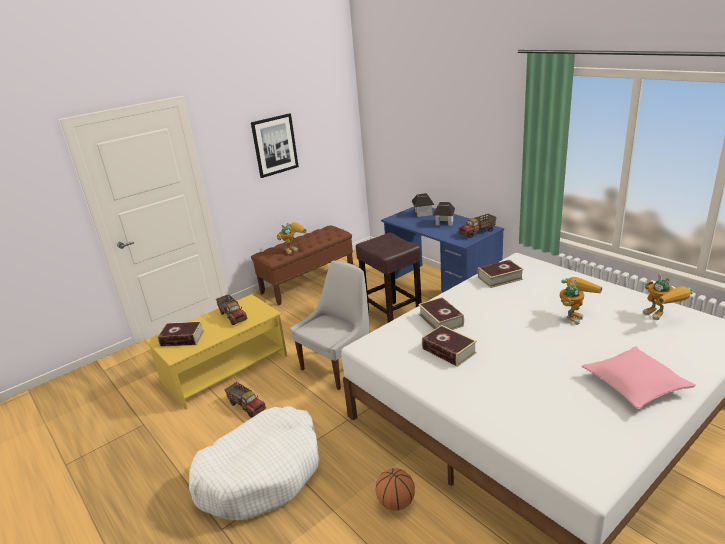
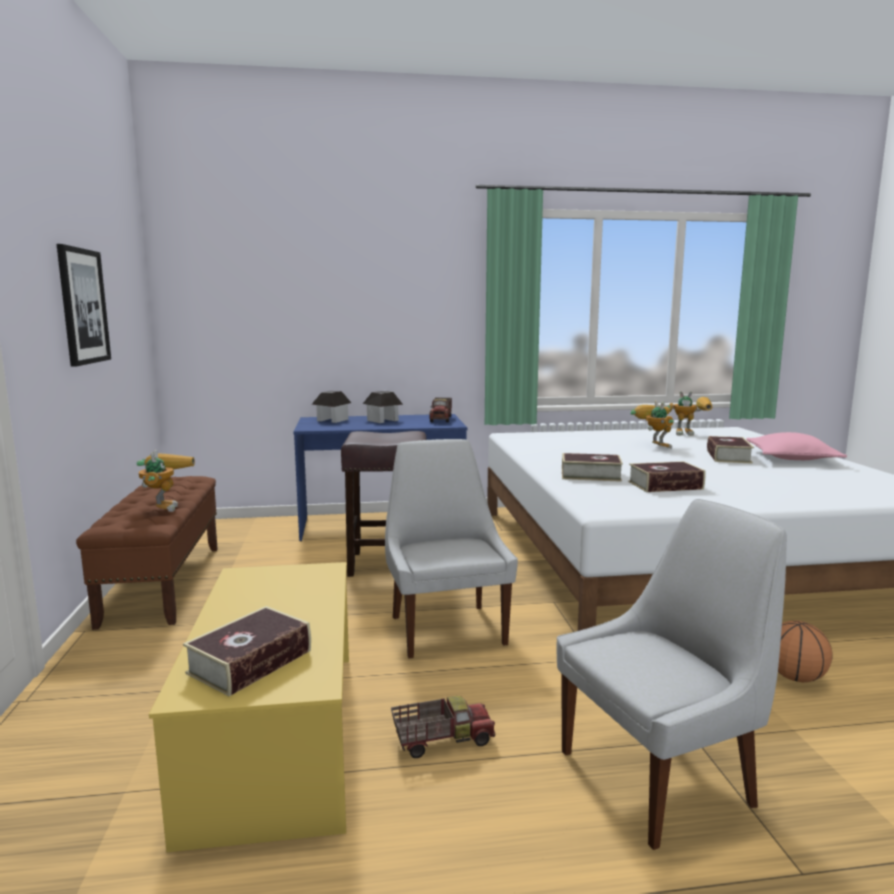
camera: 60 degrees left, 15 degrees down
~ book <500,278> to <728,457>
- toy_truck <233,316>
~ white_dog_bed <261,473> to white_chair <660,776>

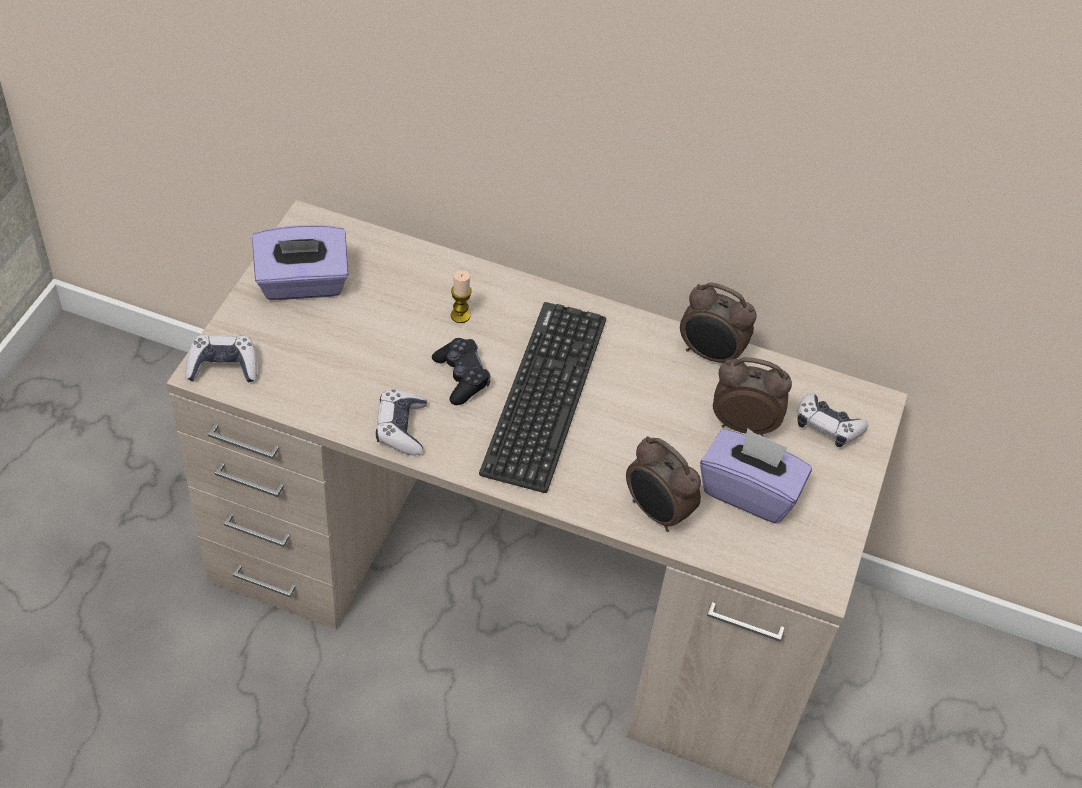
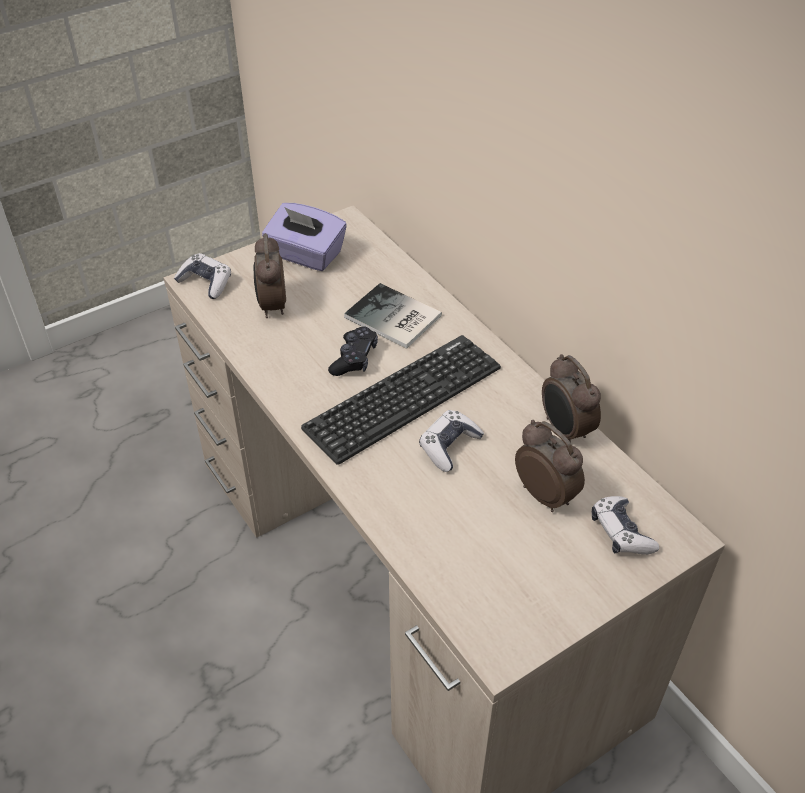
camera: 40 degrees right, 5 degrees down
~ candle <460,315> to book <393,319>
~ game_controller <401,428> to <449,446>
- purple_tissue_box <749,491>
~ alarm_clock <656,513> to <272,306>

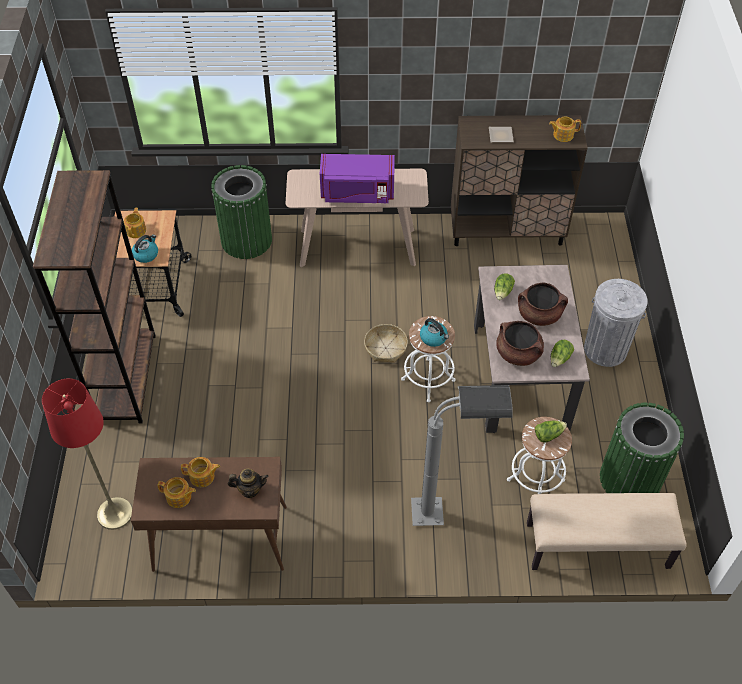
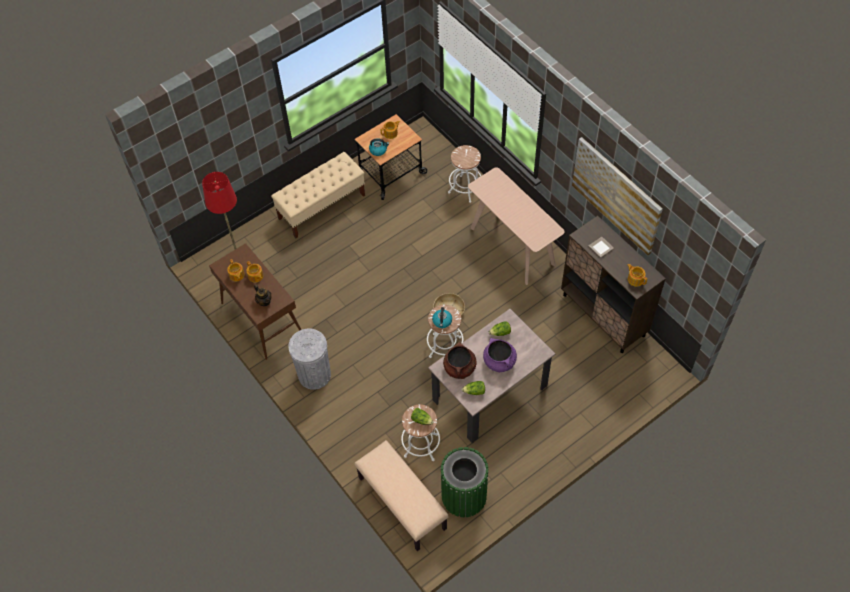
camera: 55 degrees right, 5 degrees up
- purple_microwave <357,193>
~ green_trash_can <246,240> to white_stool <465,189>
~ brown_bookcase <127,378> to beige_bench <322,206>
~ grey_trash_can <605,349> to <314,375>
~ brown_cooking_pot <539,315> to purple_cooking_pot <499,361>
- grey_floor_lamp <449,511>
+ picture <616,195>

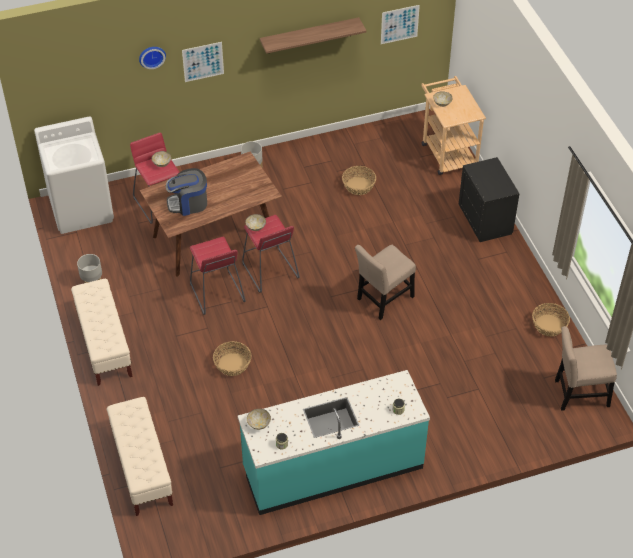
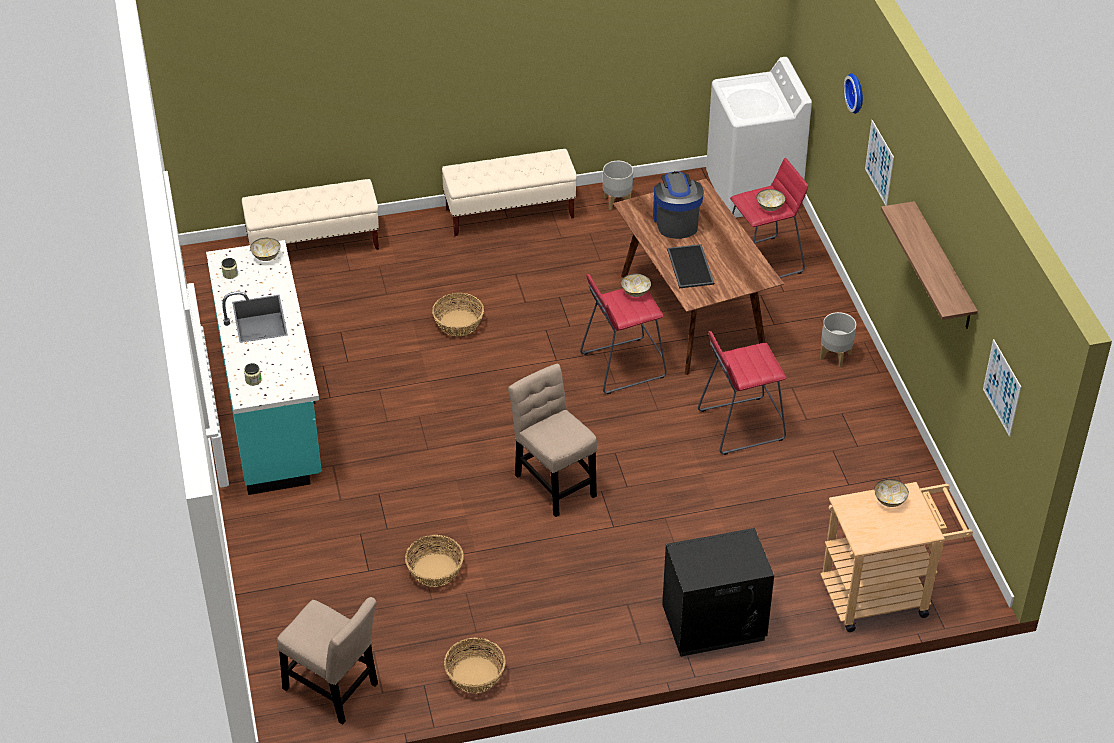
camera: 95 degrees right, 5 degrees down
~ basket <358,186> to <435,570>
~ red_stool <217,293> to <740,425>
~ beige_chair <578,394> = <334,689> 120 degrees clockwise
+ tray <691,267>

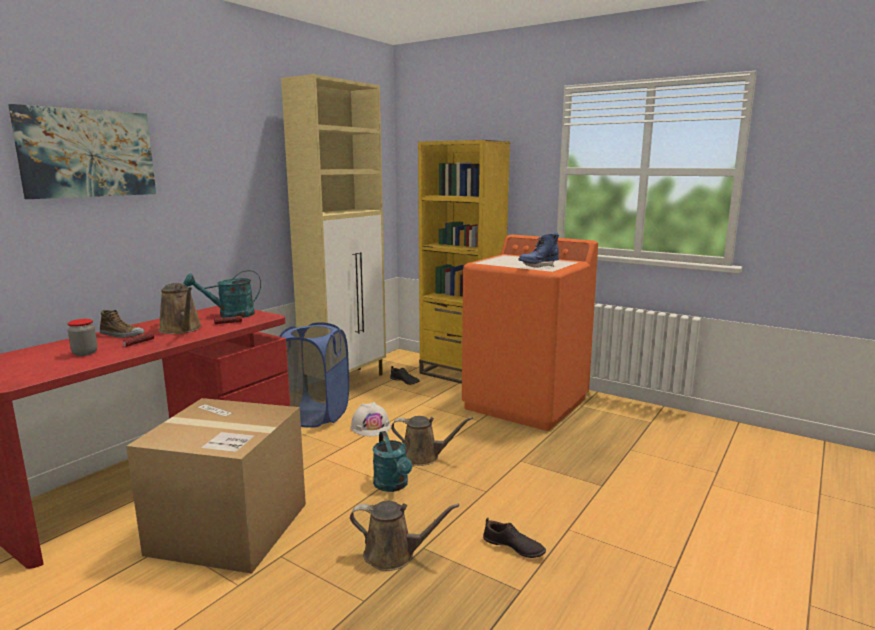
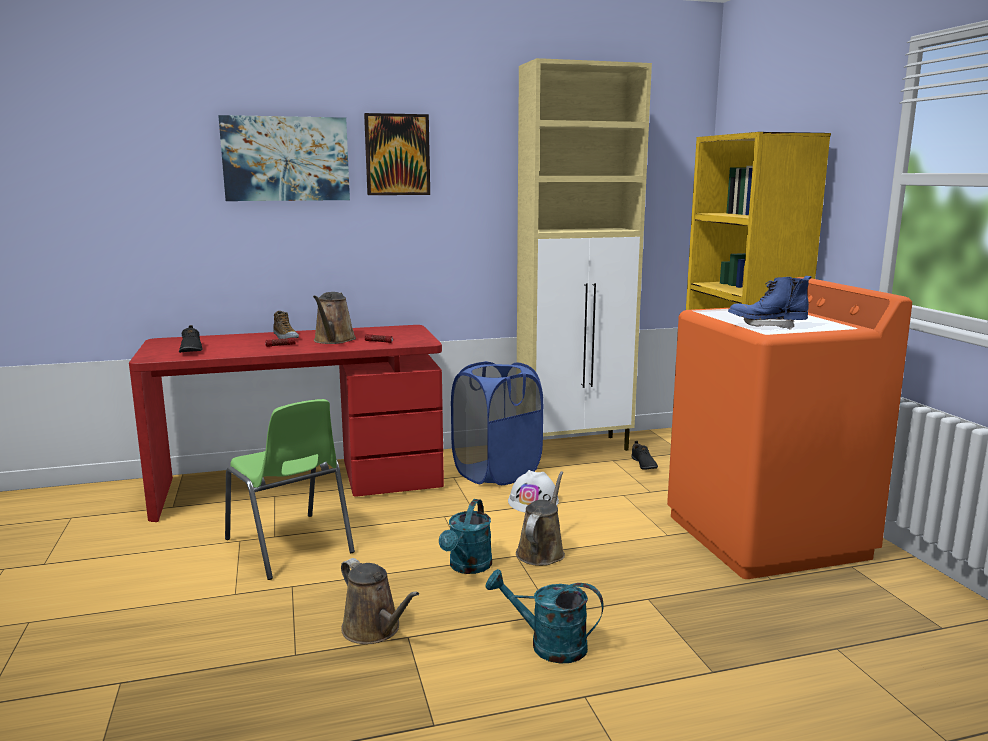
camera: 40 degrees right, 0 degrees up
~ turquoise_watering_can <230,315> to <548,645>
- jar <85,353>
~ cardboard_box <229,528> to green_chair <290,546>
~ brown_watering_can <424,457> = <542,551> 120 degrees counterclockwise
~ black_shoe <513,547> to <190,350>
+ picture <397,155>

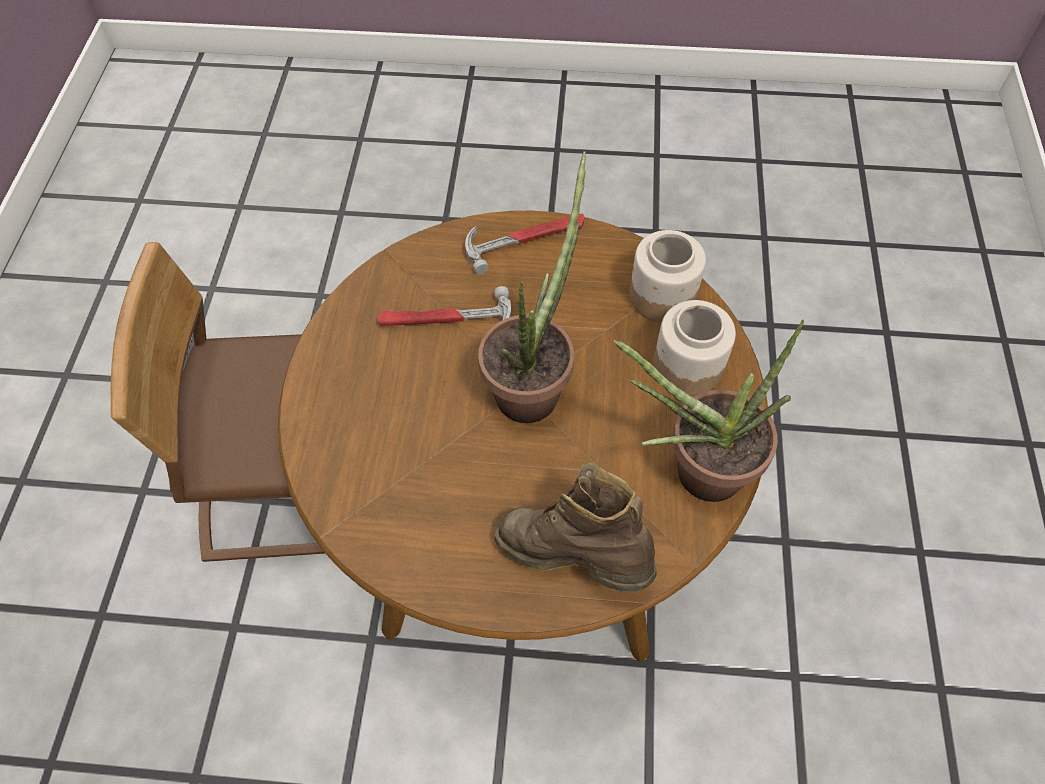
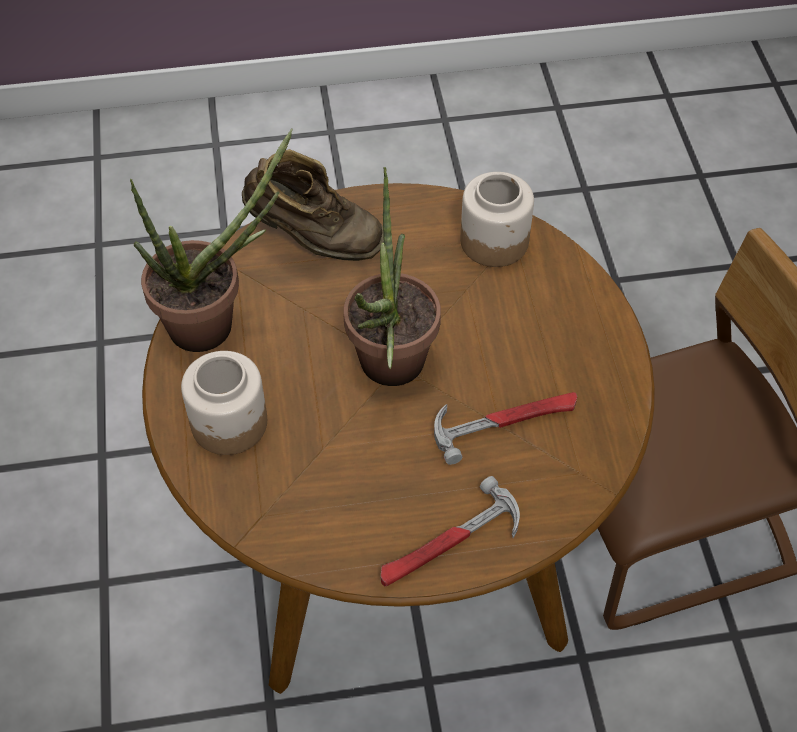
camera: 165 degrees right, 5 degrees down
~ jar <661,297> to <494,241>

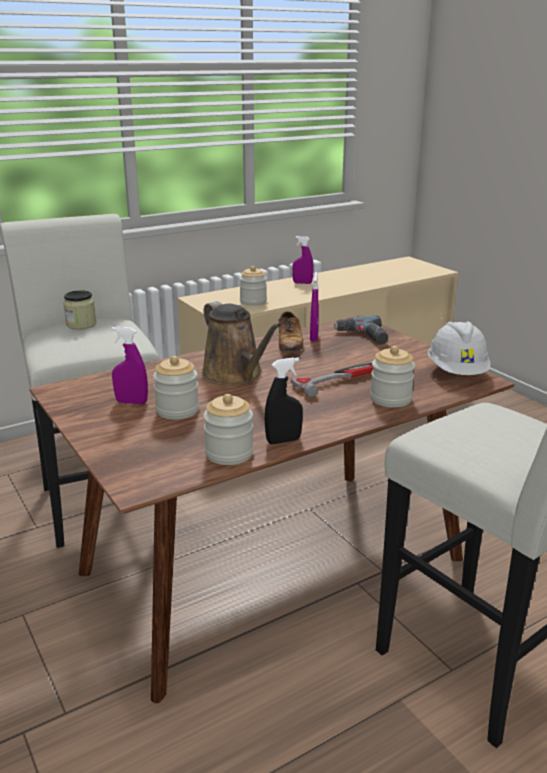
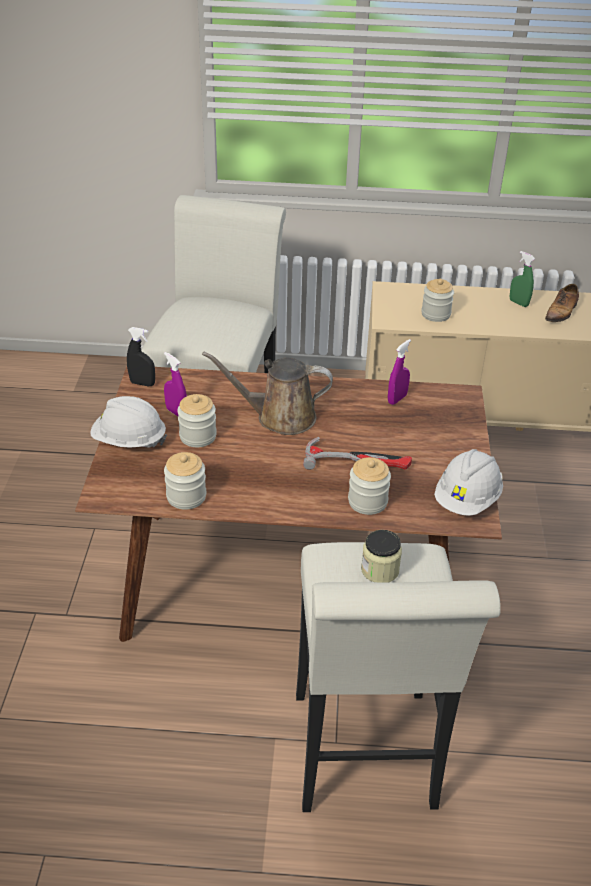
camera: 35 degrees right, 15 degrees up
~ purple_spray_bottle <302,283> to green_spray_bottle <518,303>
~ jar <81,324> to <380,570>
~ brown_watering_can <235,375> = <280,417> 90 degrees clockwise
~ shoe <289,344> to <561,312>
- power_drill <363,336>
~ black_spray_bottle <283,441> to <142,383>
+ white_hard_hat <129,441>

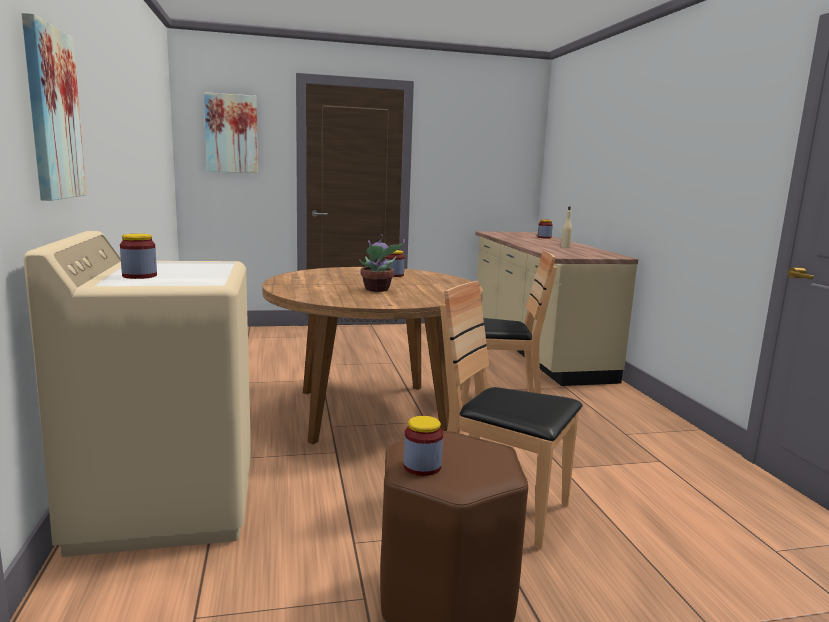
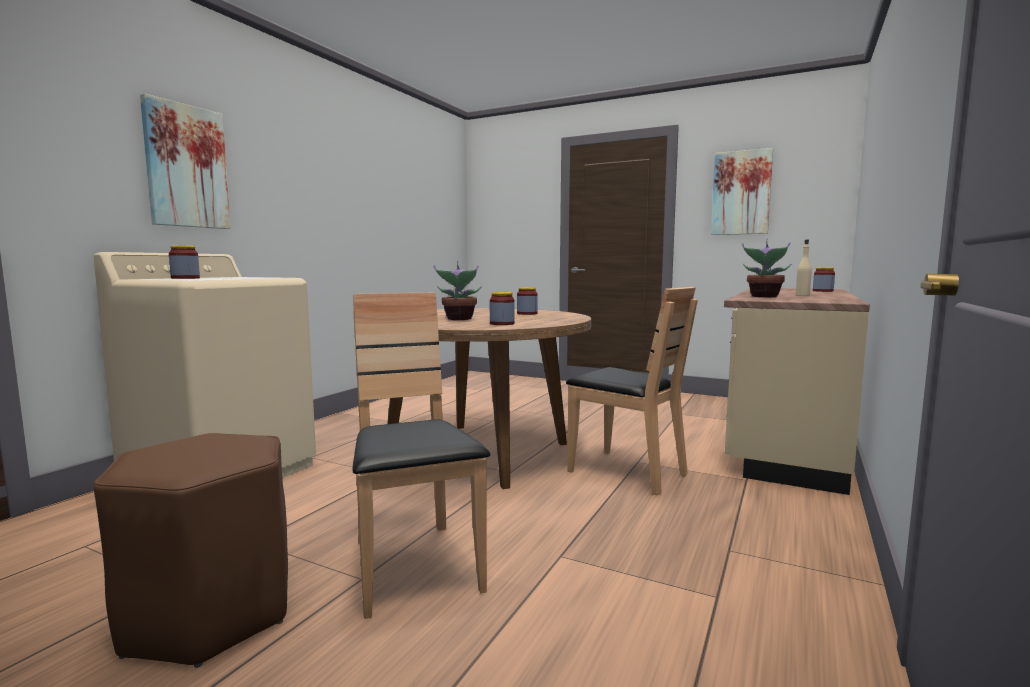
camera: 40 degrees right, 5 degrees down
~ picture <231,133> to <741,193>
~ jar <422,467> to <502,324>
+ potted_plant <763,296>

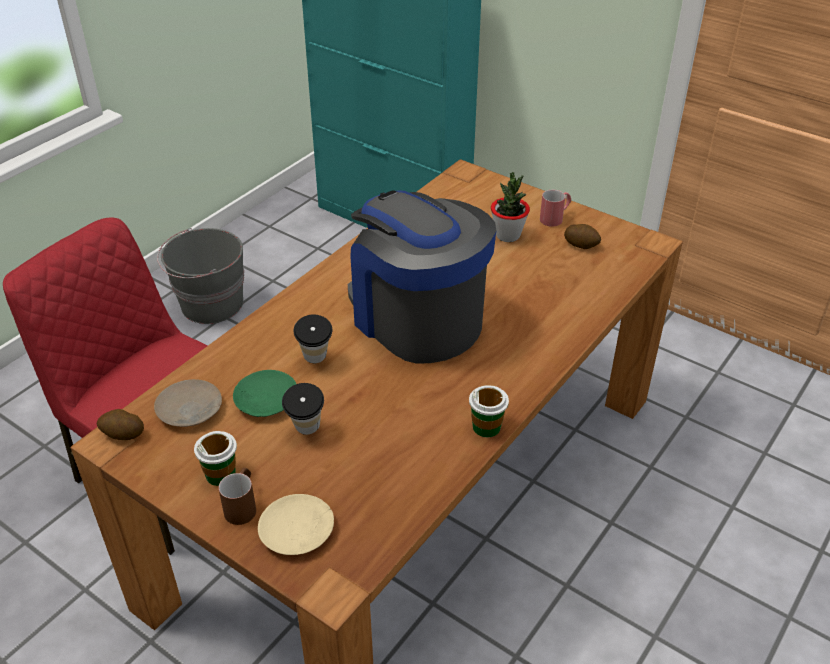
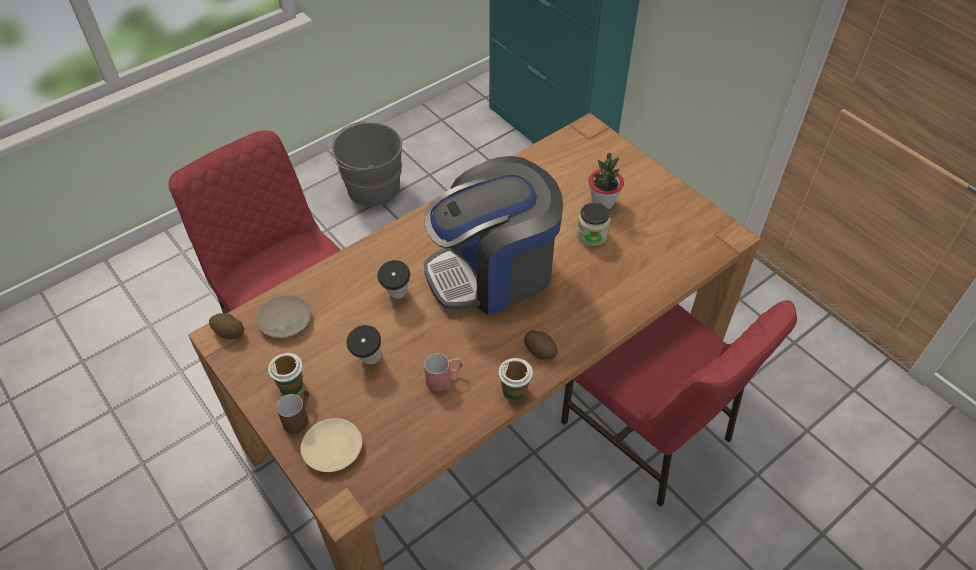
camera: 15 degrees right, 10 degrees up
~ coffee_machine <416,318> = <493,272> 90 degrees counterclockwise
~ red_mug <555,218> to <444,378>
~ potato <581,245> to <540,351>
- green_plate <265,400>
+ jar <592,235>
+ red_chair <649,431>

